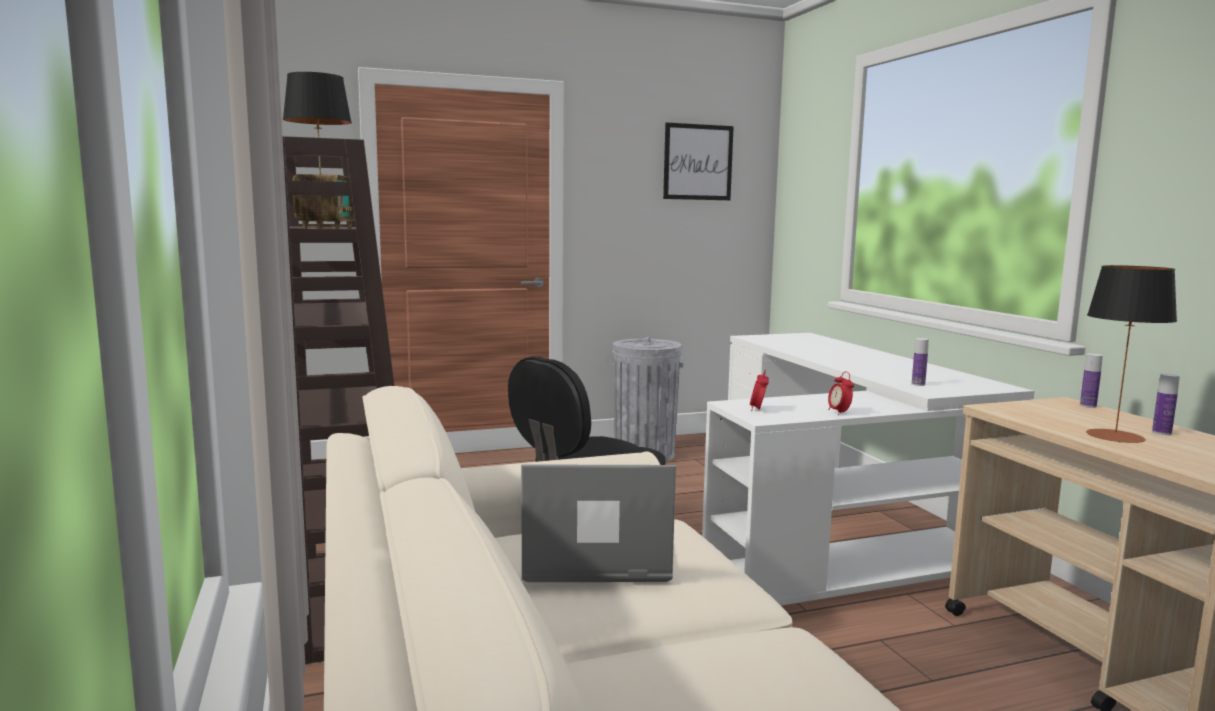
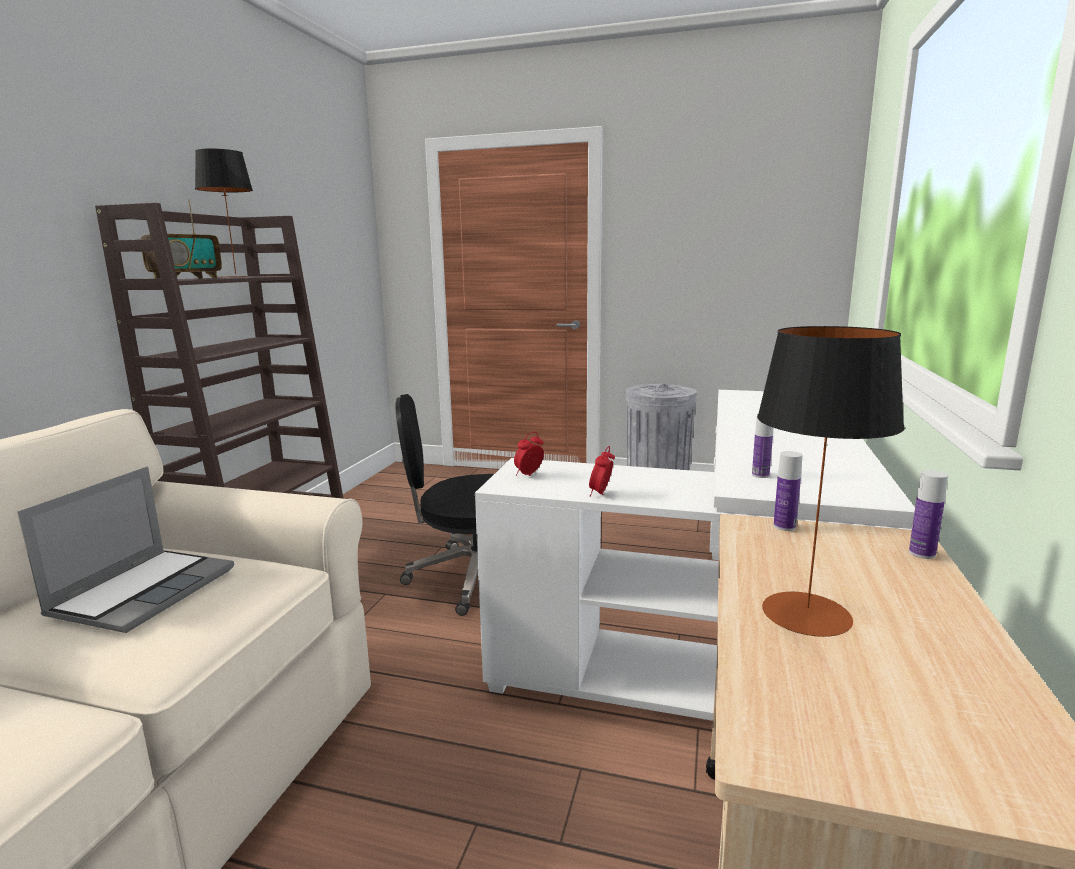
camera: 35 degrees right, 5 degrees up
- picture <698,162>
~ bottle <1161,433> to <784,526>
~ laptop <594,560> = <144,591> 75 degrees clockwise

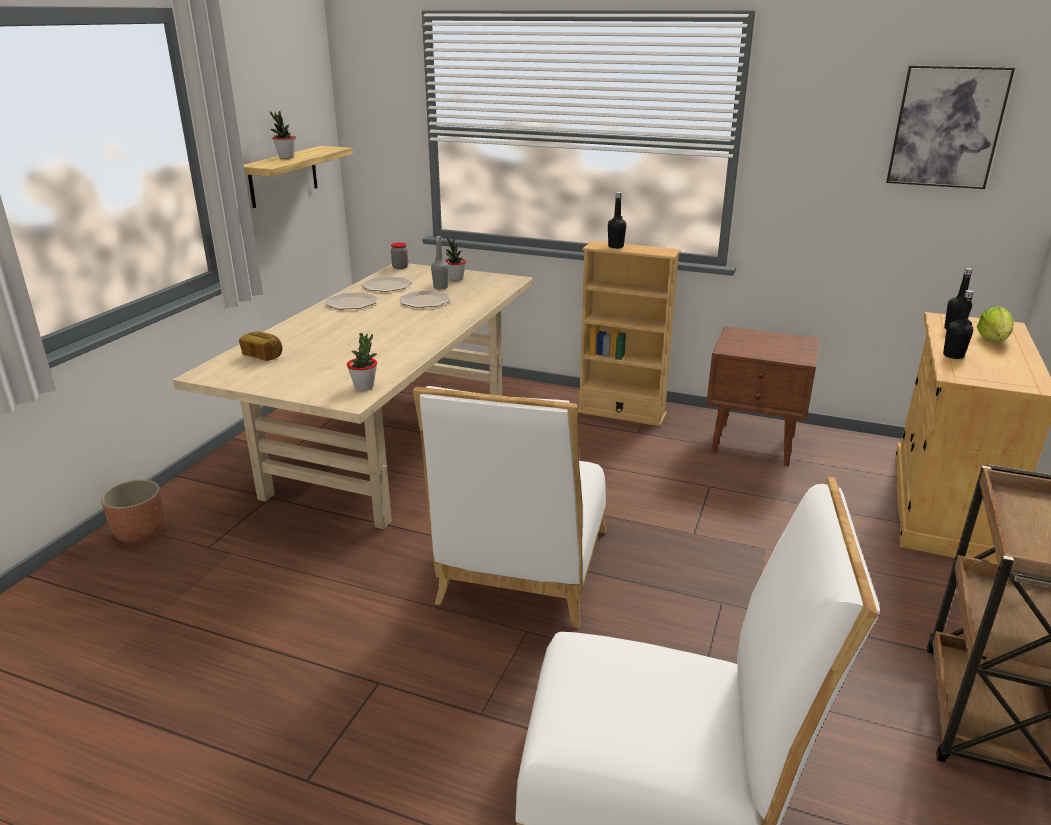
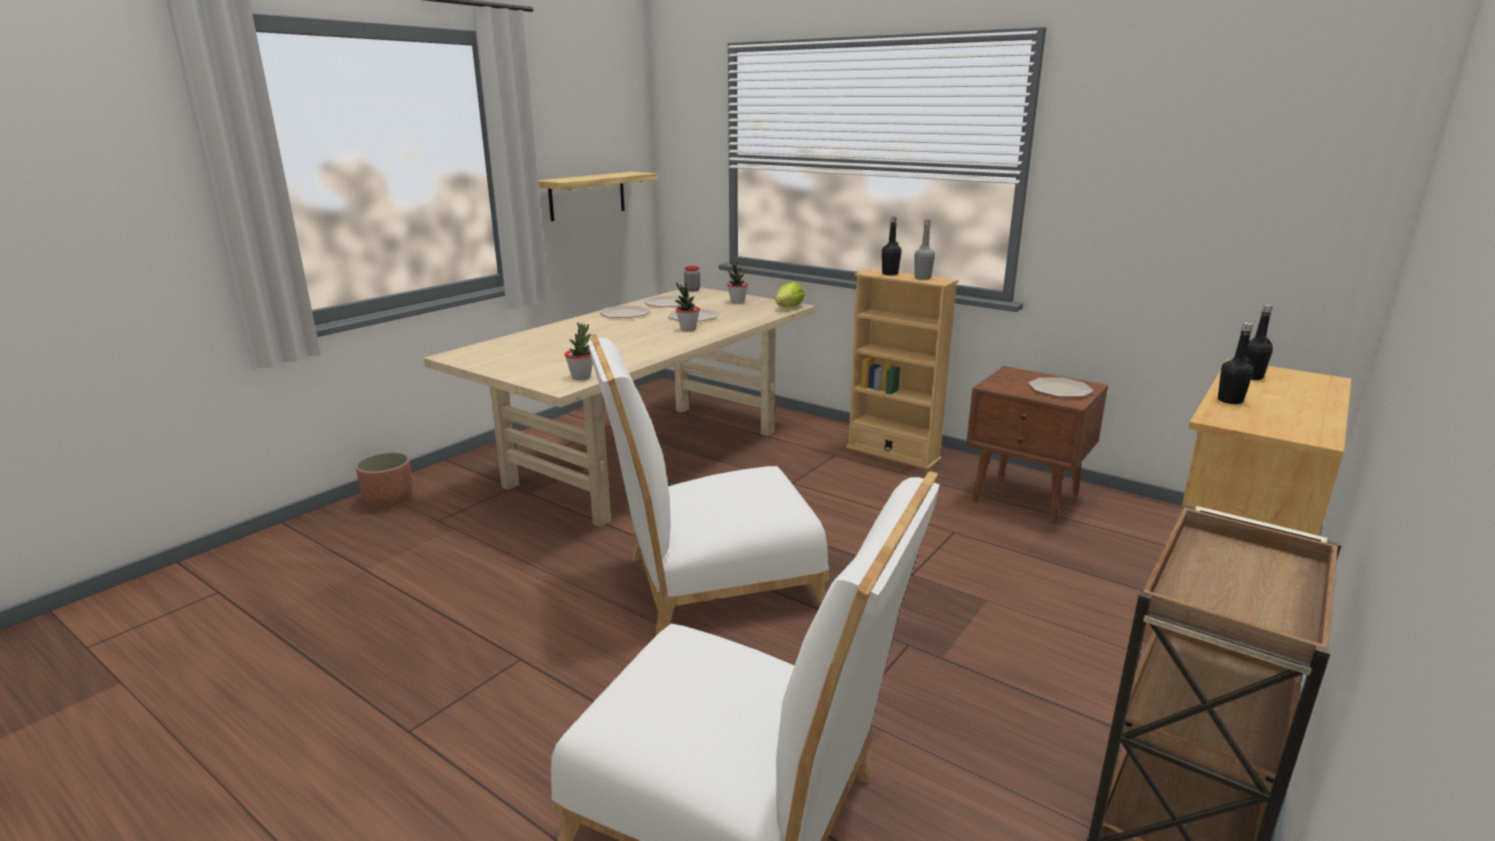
camera: 15 degrees right, 5 degrees down
- picture <947,127>
~ potted_plant <286,157> to <688,329>
~ grey_bottle <440,287> to <922,278>
~ lettuce <993,340> to <789,307>
- bread <263,356>
~ white_chair <522,573> = <711,584> 45 degrees clockwise
+ plate <1060,389>

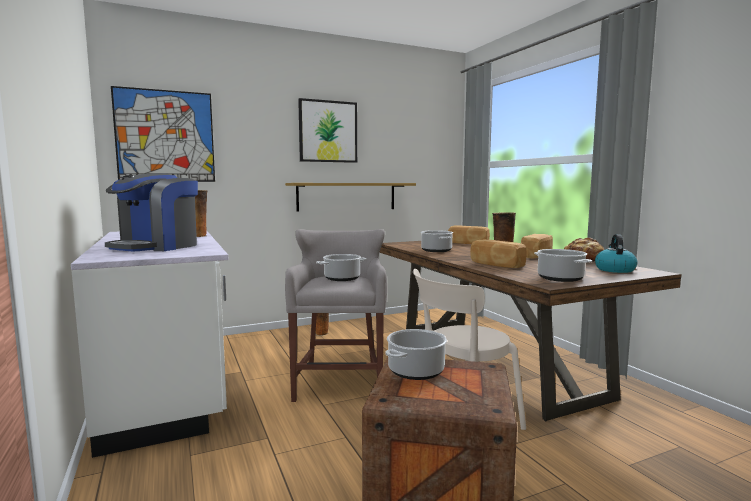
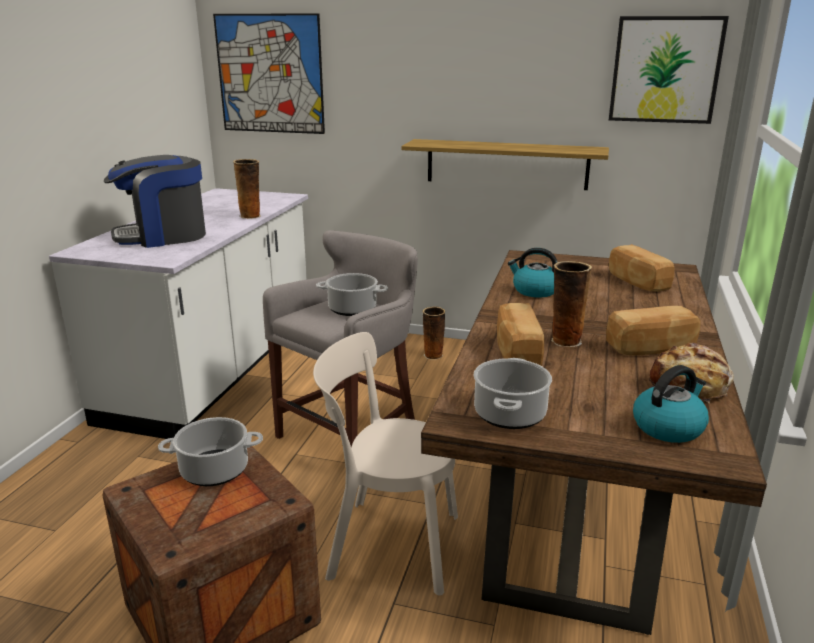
camera: 40 degrees right, 15 degrees up
~ picture <328,131> to <665,70>
~ cooking_pot <436,250> to kettle <534,291>

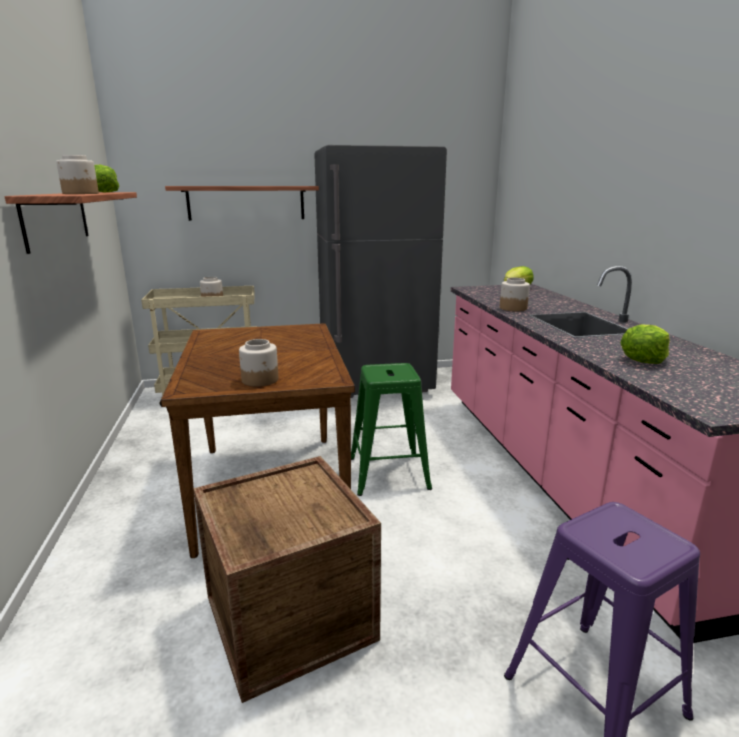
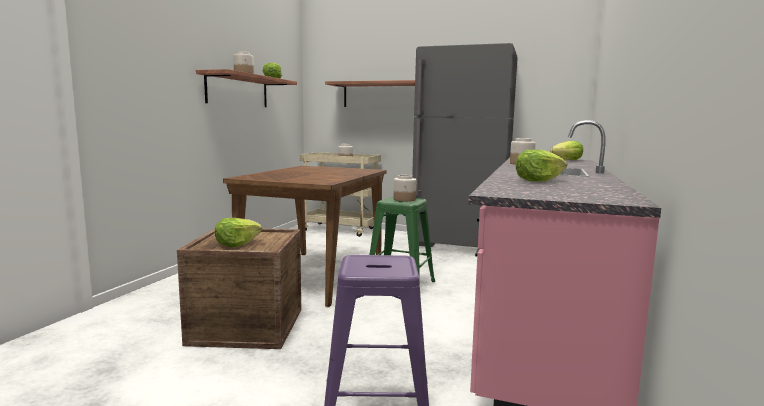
camera: 30 degrees right, 10 degrees down
~ jar <260,380> to <404,199>
+ lettuce <237,244>

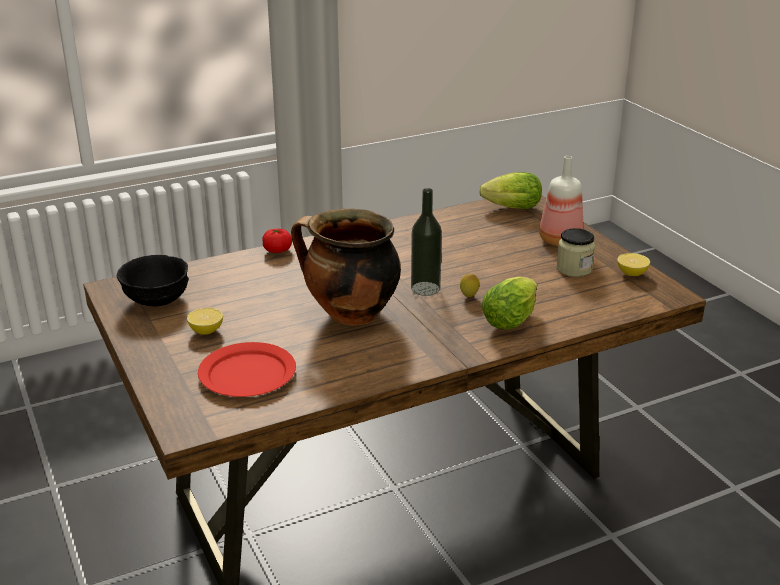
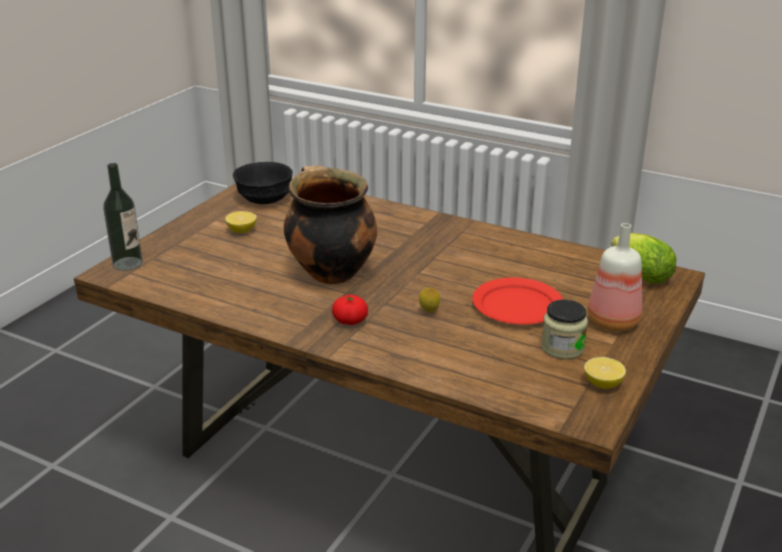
camera: 55 degrees right, 0 degrees up
~ bottle <425,288> to <127,263>
~ tomato <277,250> to <350,321>
- lettuce <512,319>
~ red_plate <248,374> to <518,305>

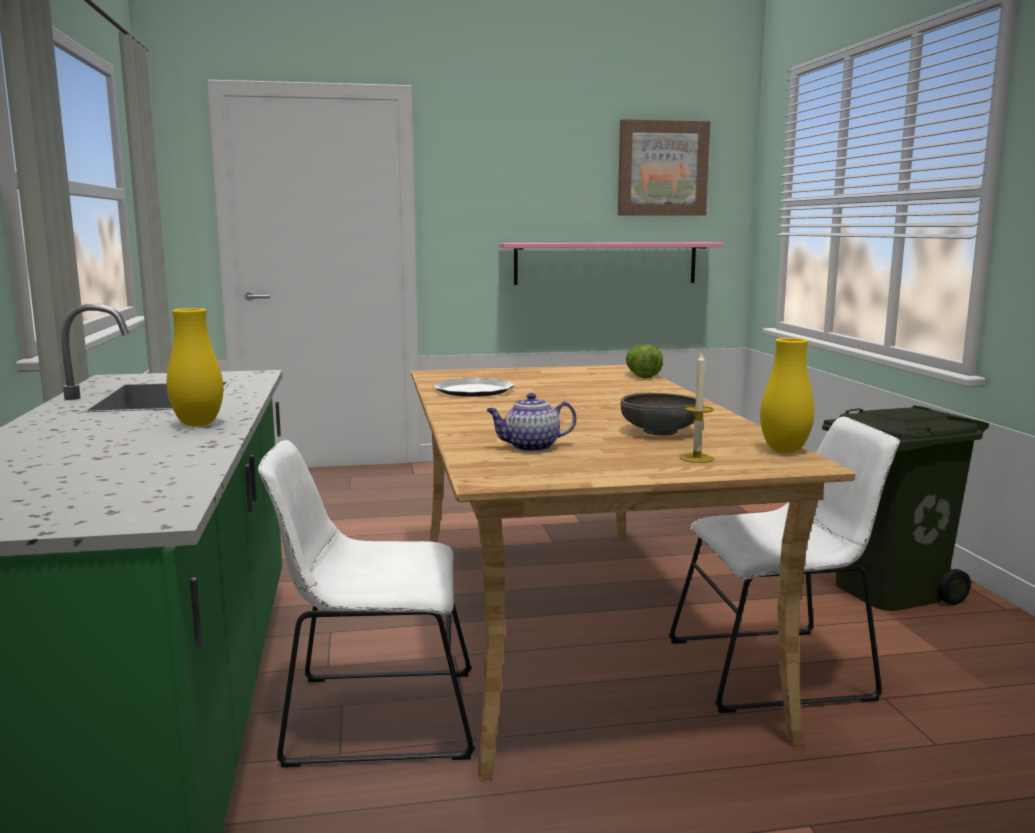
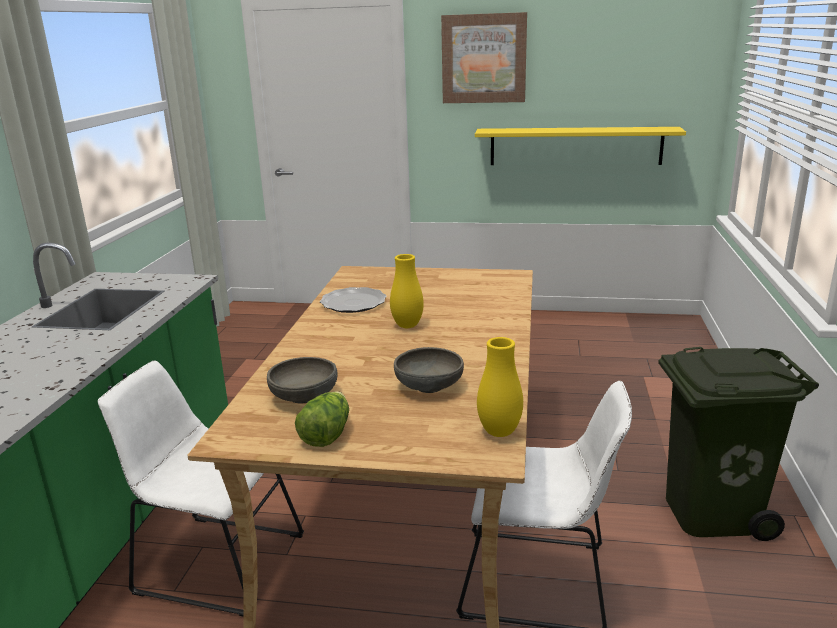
camera: 20 degrees right, 10 degrees up
~ picture <662,168> to <484,58>
~ pink_shelf <605,263> to yellow_shelf <575,146>
~ yellow_vase <198,424> to <407,326>
~ lettuce <641,375> to <326,433>
- candle <696,458>
~ teapot <530,447> to grey_bowl <304,396>

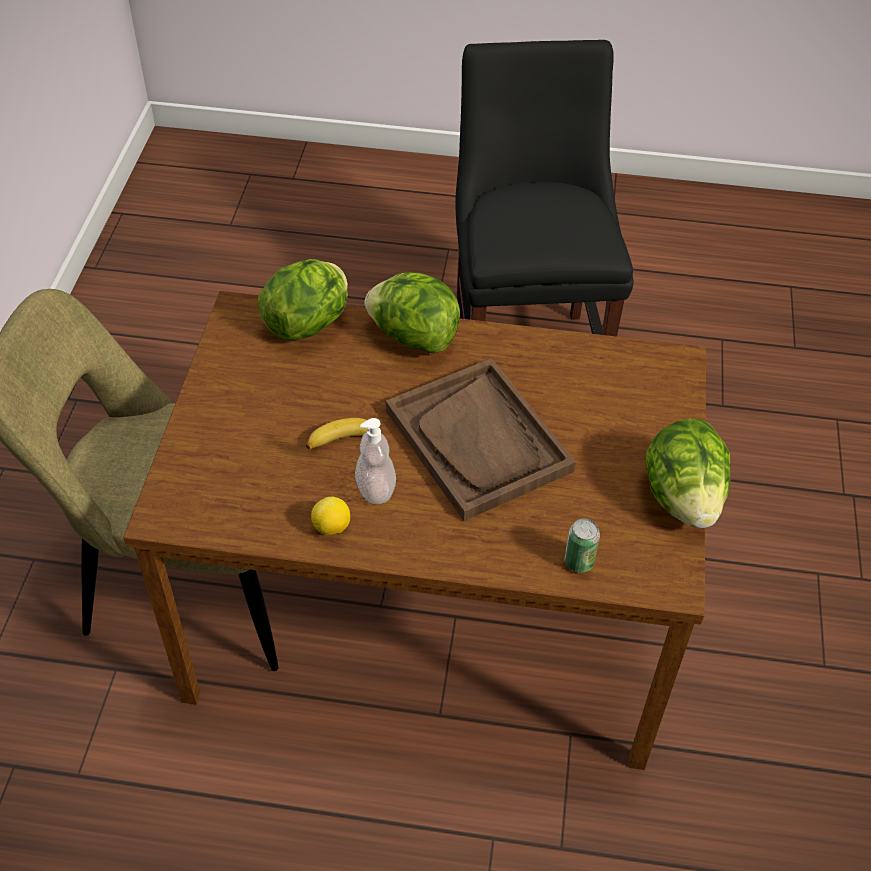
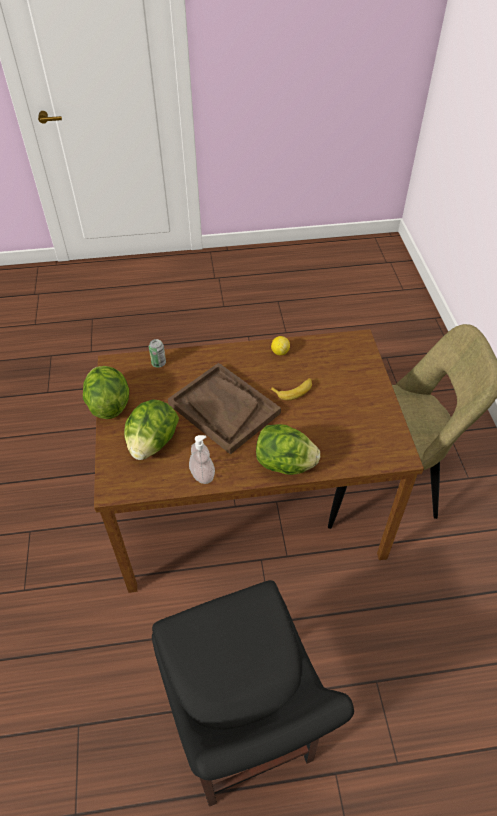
camera: 165 degrees right, 0 degrees up
~ lettuce <309,323> to <152,443>
~ soap_dispenser <376,489> to <202,474>

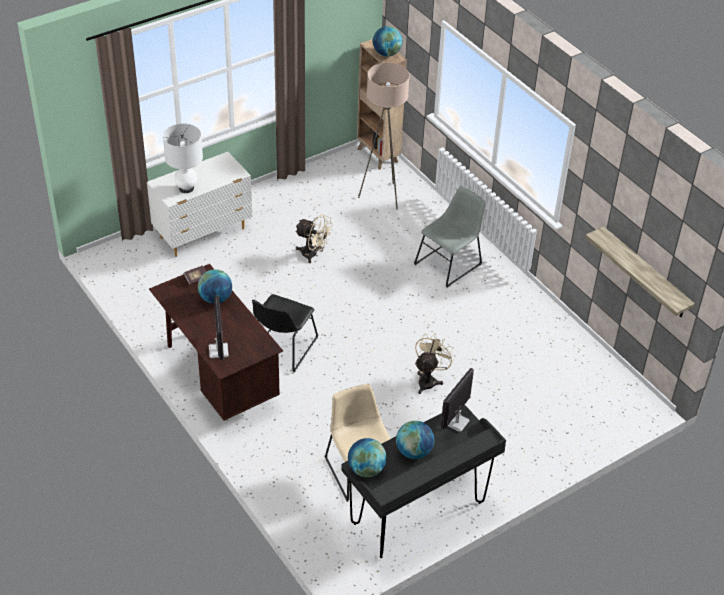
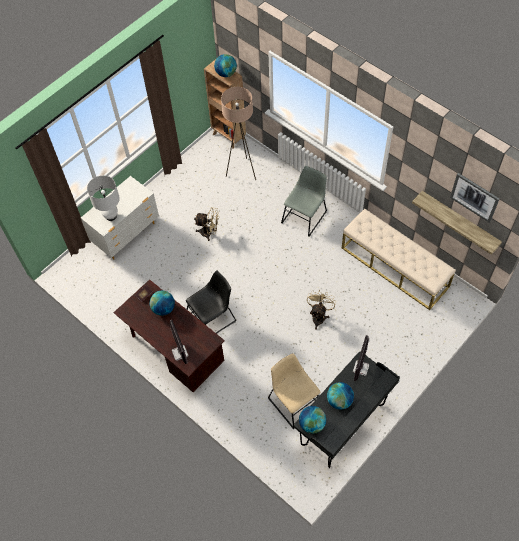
camera: 10 degrees left, 15 degrees up
~ black_chair <282,349> = <212,317> 135 degrees counterclockwise
+ picture <474,197>
+ beige_bench <395,267>

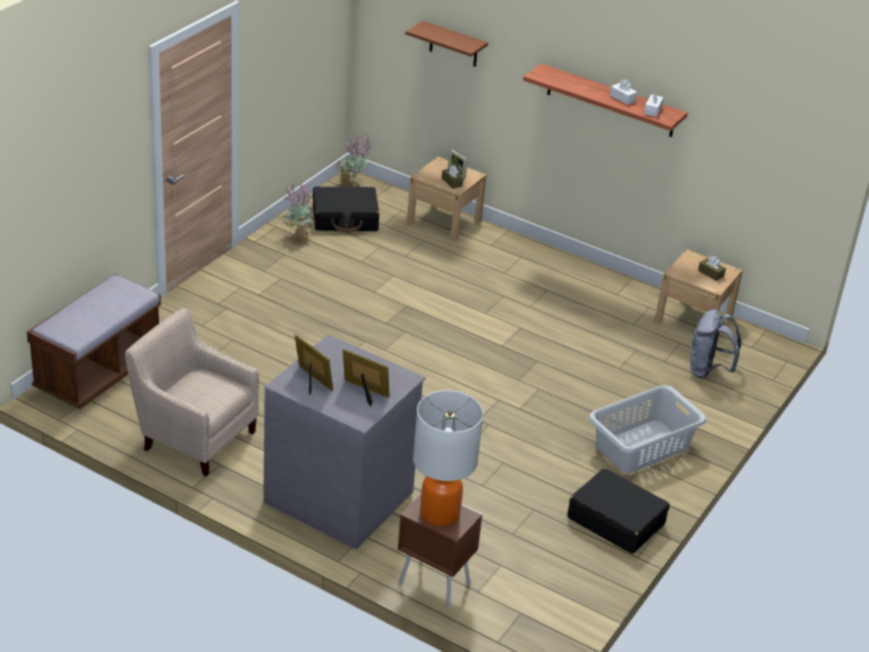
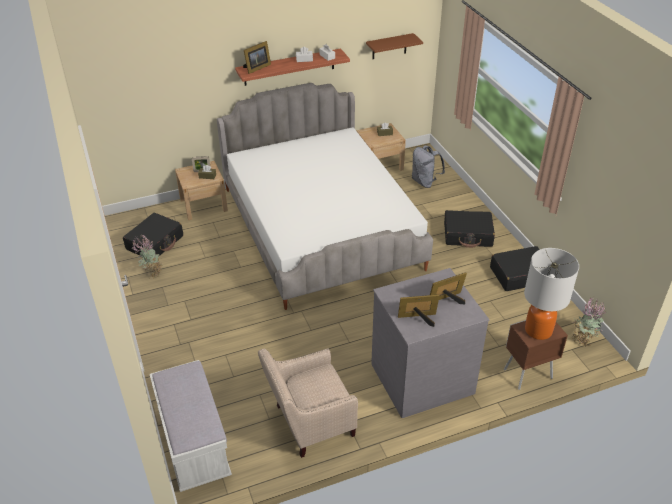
camera: 50 degrees left, 5 degrees up
~ brown_shelf <453,45> to <389,46>
~ potted_plant <352,185> to <583,339>
~ brown_bench <98,372> to white_bench <194,444>
~ grey_laundry_basket <643,447> to black_suitcase <468,235>
+ picture_frame <256,68>
+ bed <321,228>

